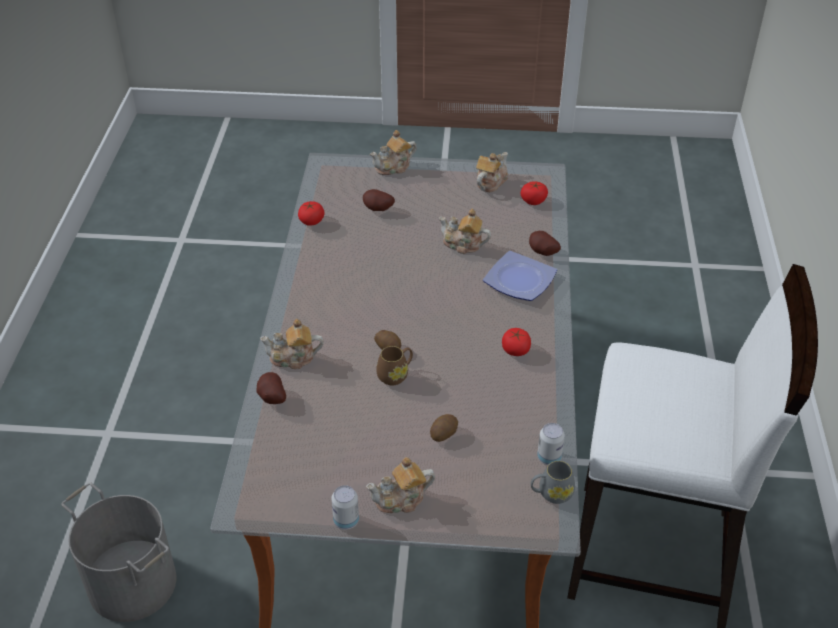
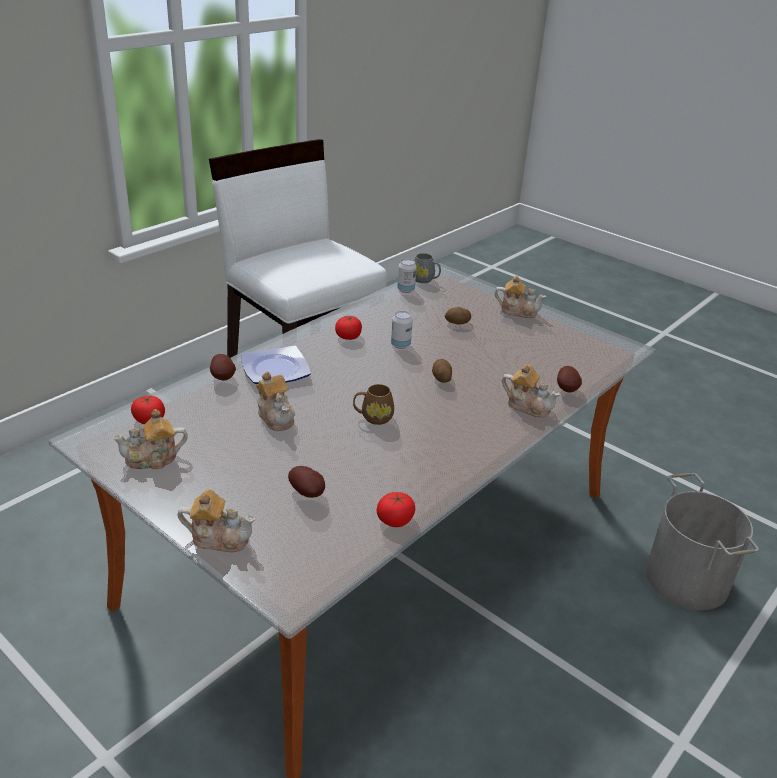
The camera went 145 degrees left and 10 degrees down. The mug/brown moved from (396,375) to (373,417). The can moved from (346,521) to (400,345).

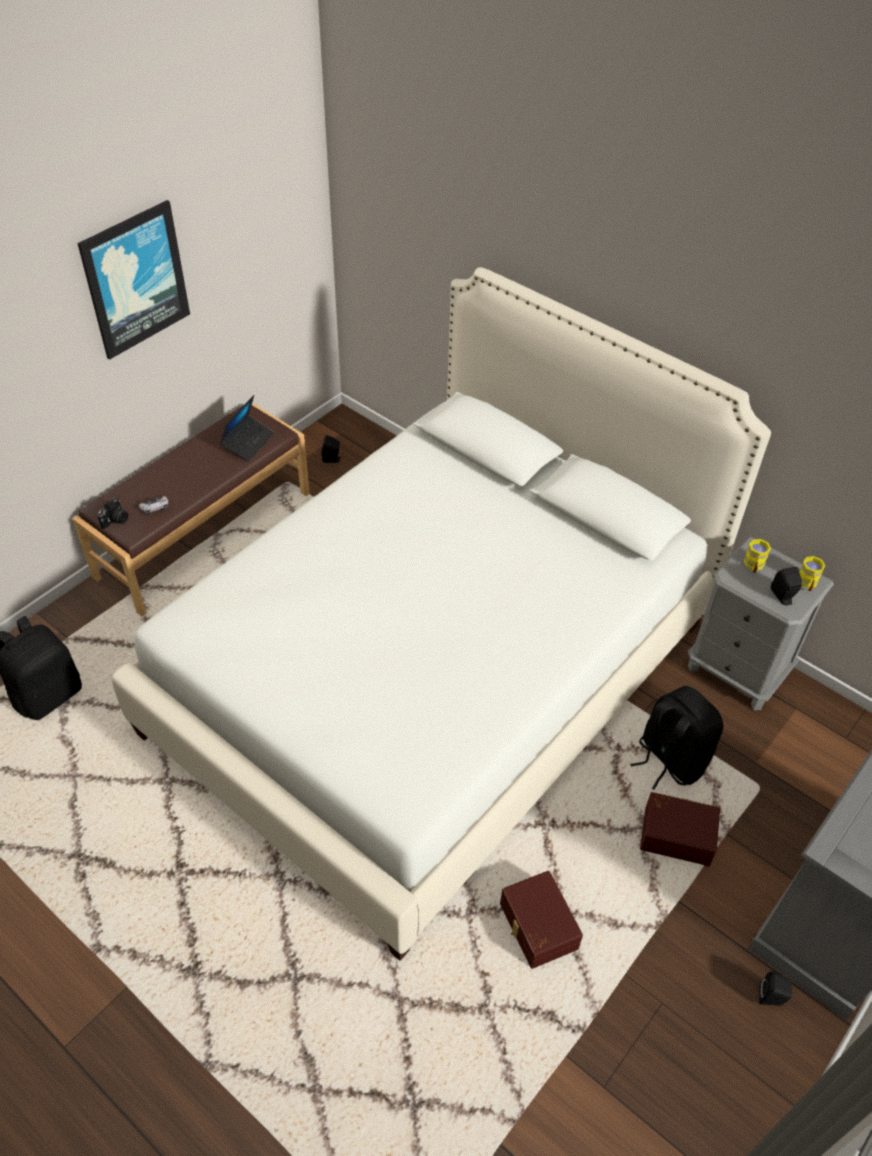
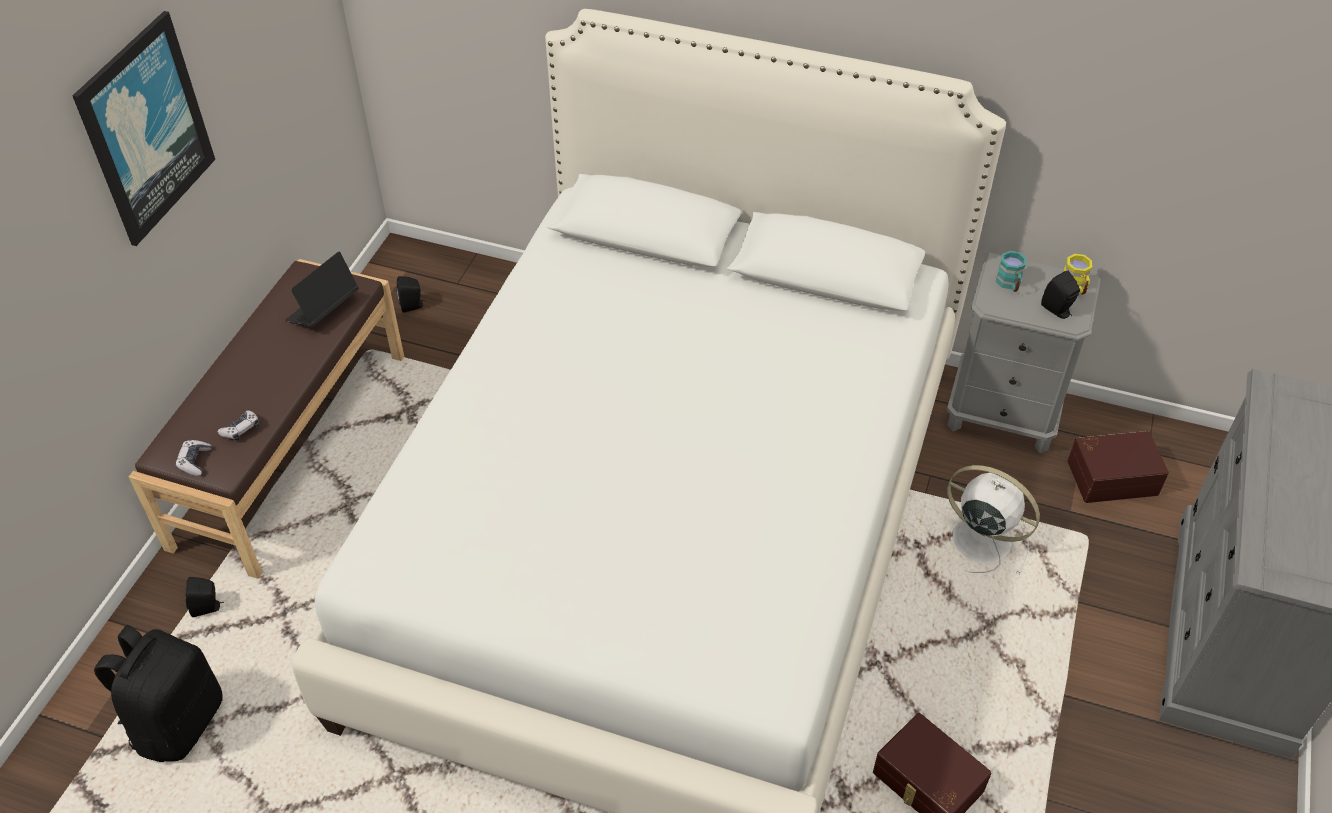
The camera went 20 degrees left and 0 degrees up. The laptop at (248,442) turned 150 degrees counterclockwise. The photo camera at (116,520) was replaced by the game controller at (195,461). The mug/yellow at (753,566) became the mug/turquoise at (1009,284). The backpack/black at (669,759) was replaced by the fan/white at (978,539). The storage box/brown moved from (676,834) to (1111,476). The speaker/black moved from (772,998) to (208,608).

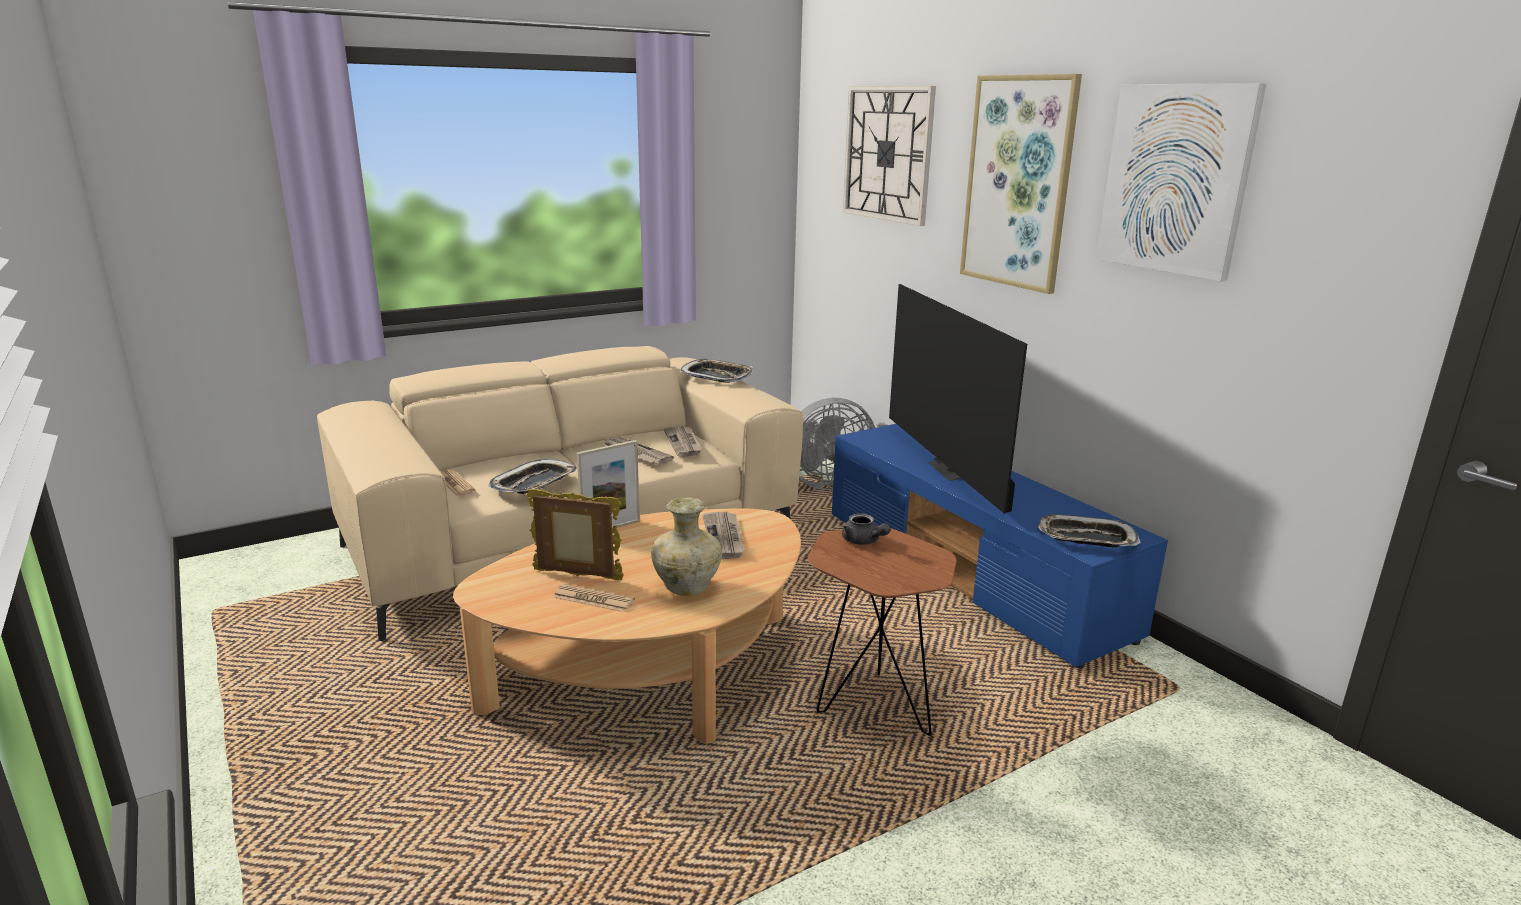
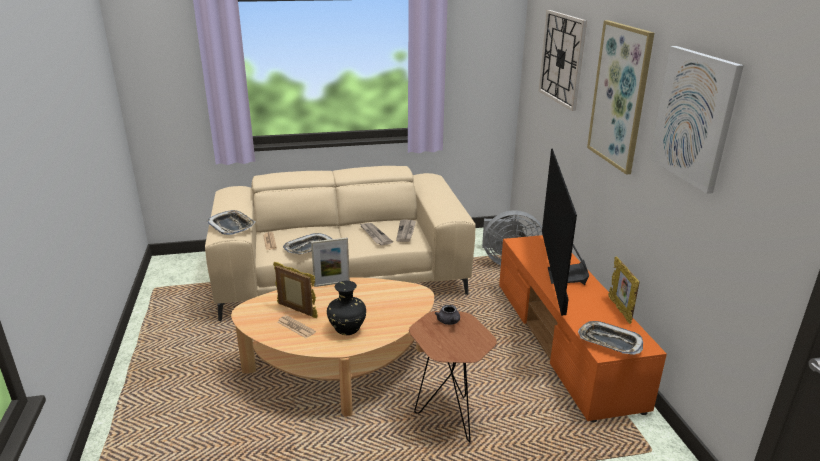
The camera went 20 degrees right and 5 degrees up. The tray moved from (717,376) to (232,226). The tv stand/blue at (972,574) became the tv stand/orange at (565,343). The vase/beige at (687,587) became the vase/black at (347,329). The newspaper at (724,537) disappeared. The picture frame at (620,310) appeared.

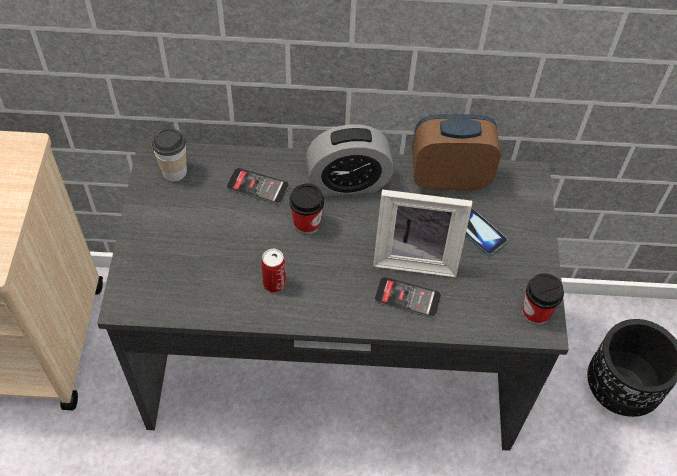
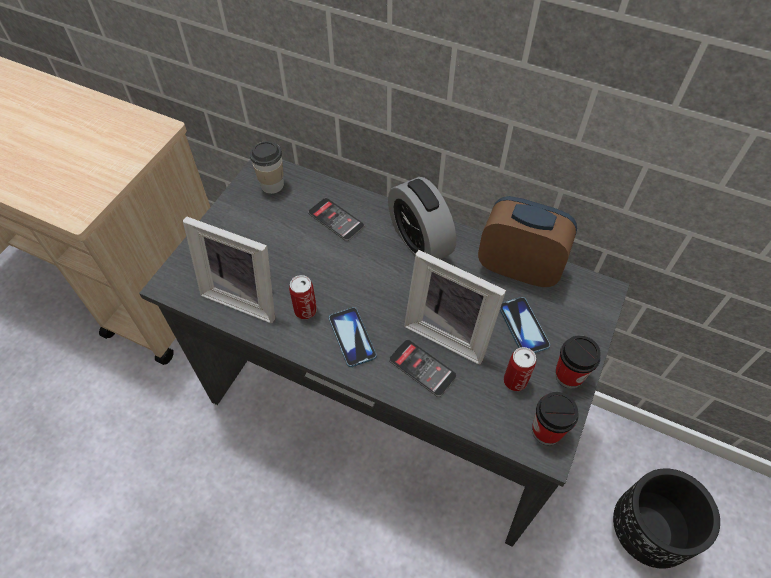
The camera went 25 degrees right and 0 degrees up. The alarm clock at (348,182) turned 45 degrees clockwise. The cup moved from (307,224) to (569,375). The picture frame at (245,295) appeared. The phone at (352,337) appeared. The can at (515,381) appeared.

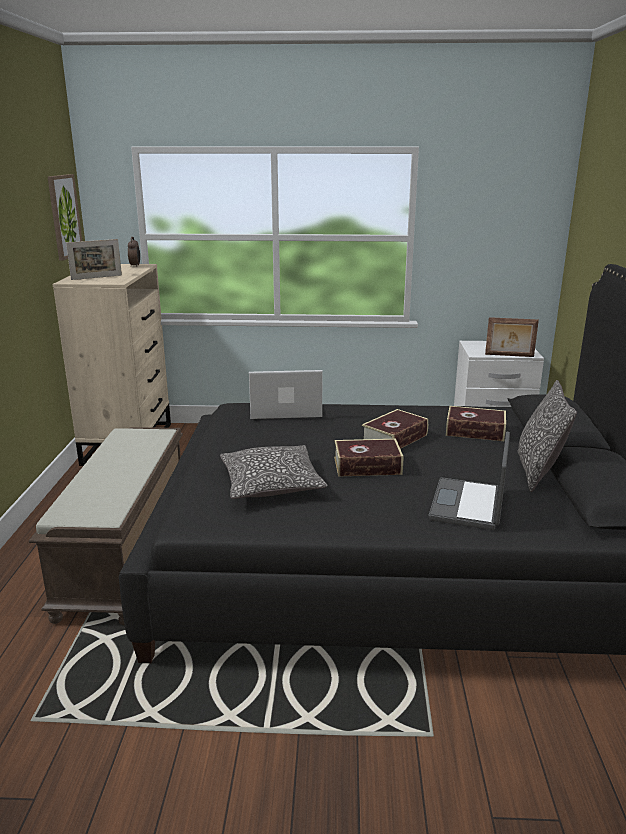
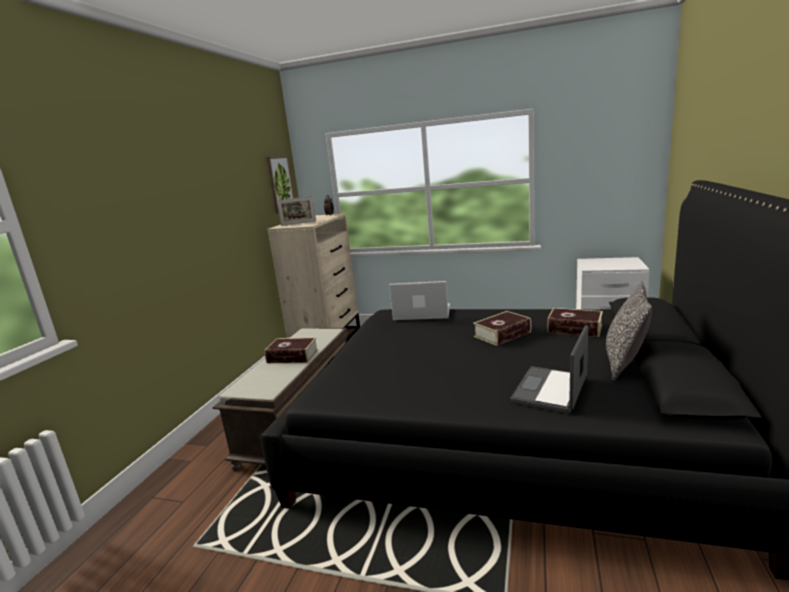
The camera went 15 degrees right and 5 degrees down. The picture frame at (509,355) disappeared. The book moved from (367,466) to (292,356). The pillow at (271,484) disappeared.

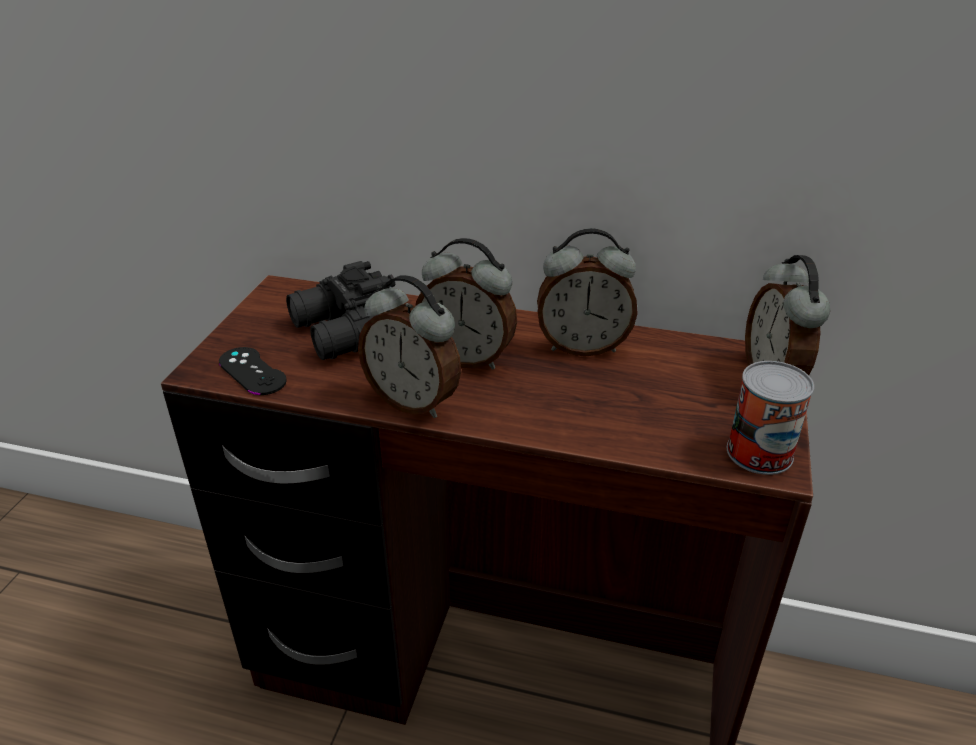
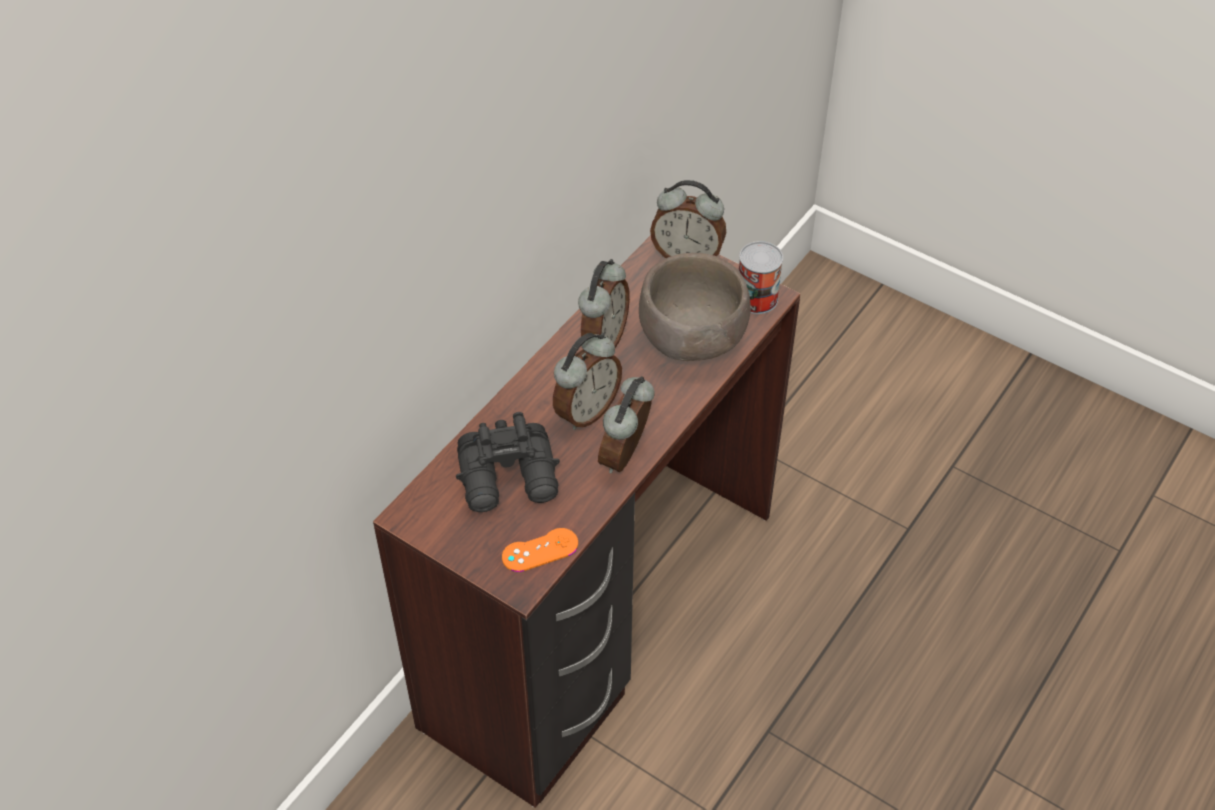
The camera went 70 degrees left and 15 degrees up. The alarm clock at (414,401) turned 150 degrees clockwise. The game controller/black at (252,371) became the game controller/orange at (540,550). The bowl/brown at (691,341) appeared.

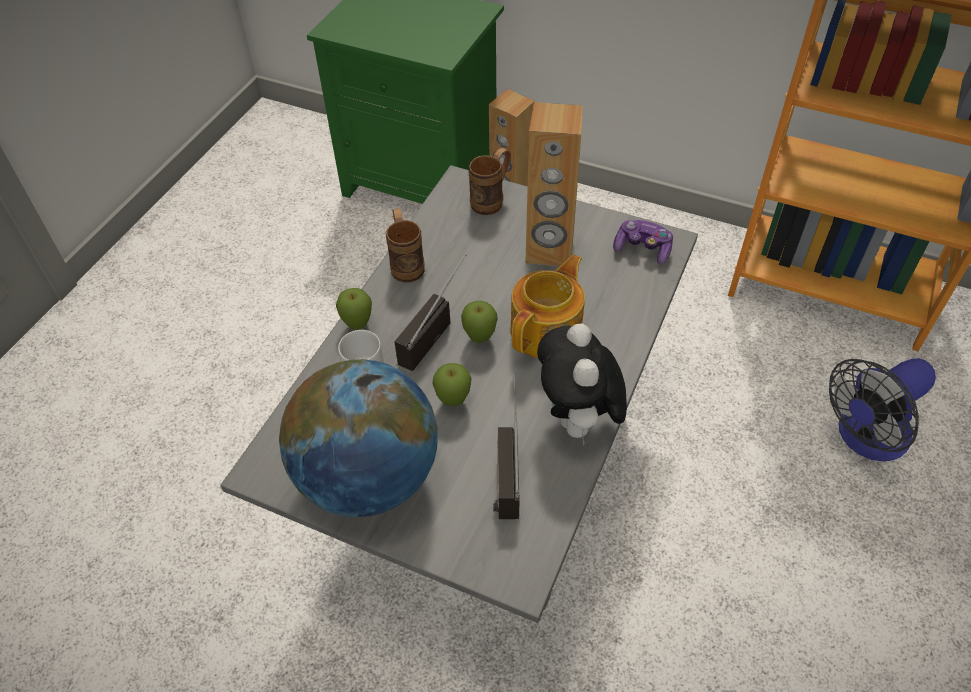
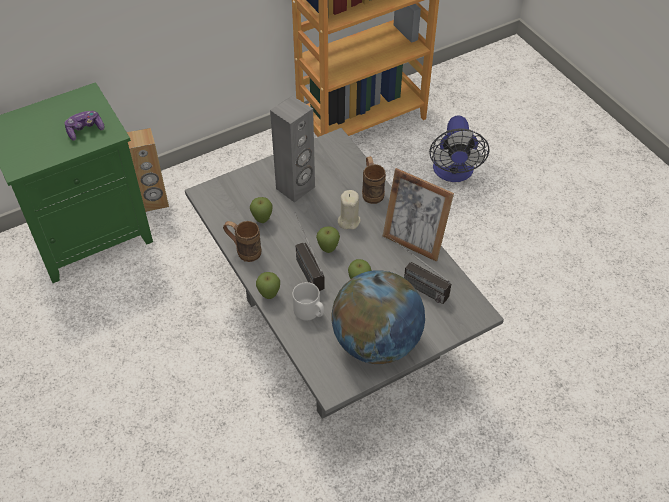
The camera went 55 degrees left and 0 degrees up. The speaker/brown at (549,251) became the speaker/grey at (296,188). The mug/brown moved from (492,200) to (371,191). The game controller moved from (642,249) to (85,130). The teapot at (547,331) was replaced by the candle/beige at (348,221). The plush toy at (578,421) was replaced by the picture frame at (413,242). The apple at (262,220) appeared.

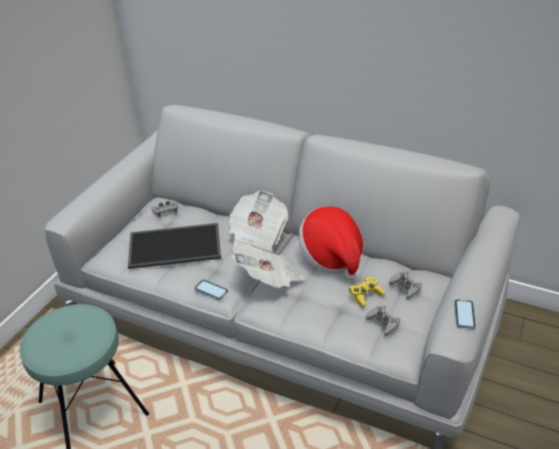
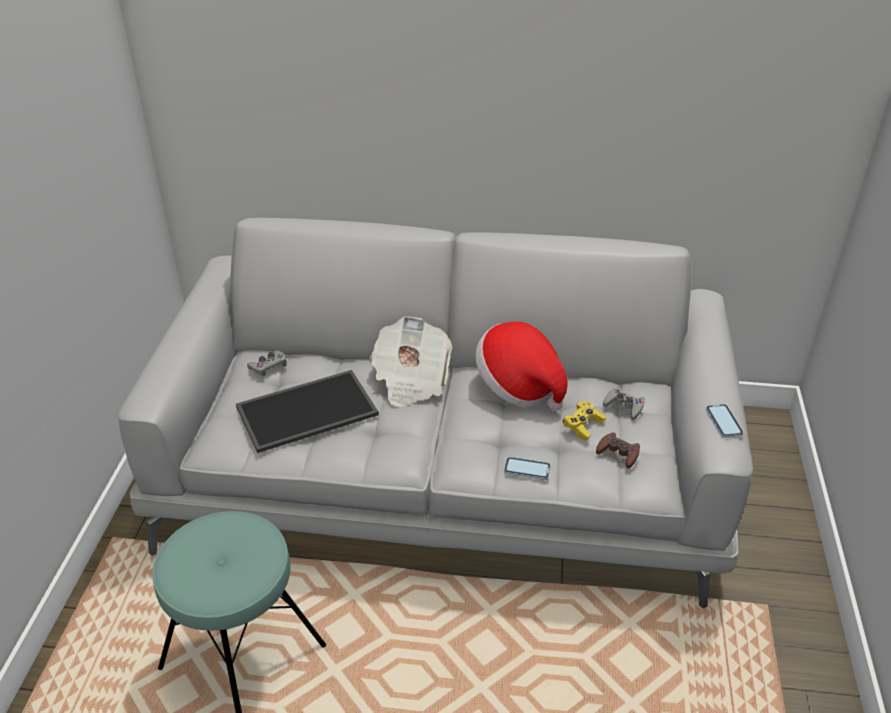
The camera went 20 degrees left and 0 degrees up. The newspaper at (269,279) disappeared. The phone moved from (211,290) to (527,469). The game controller/grey at (383,322) became the game controller/brown at (618,453).

